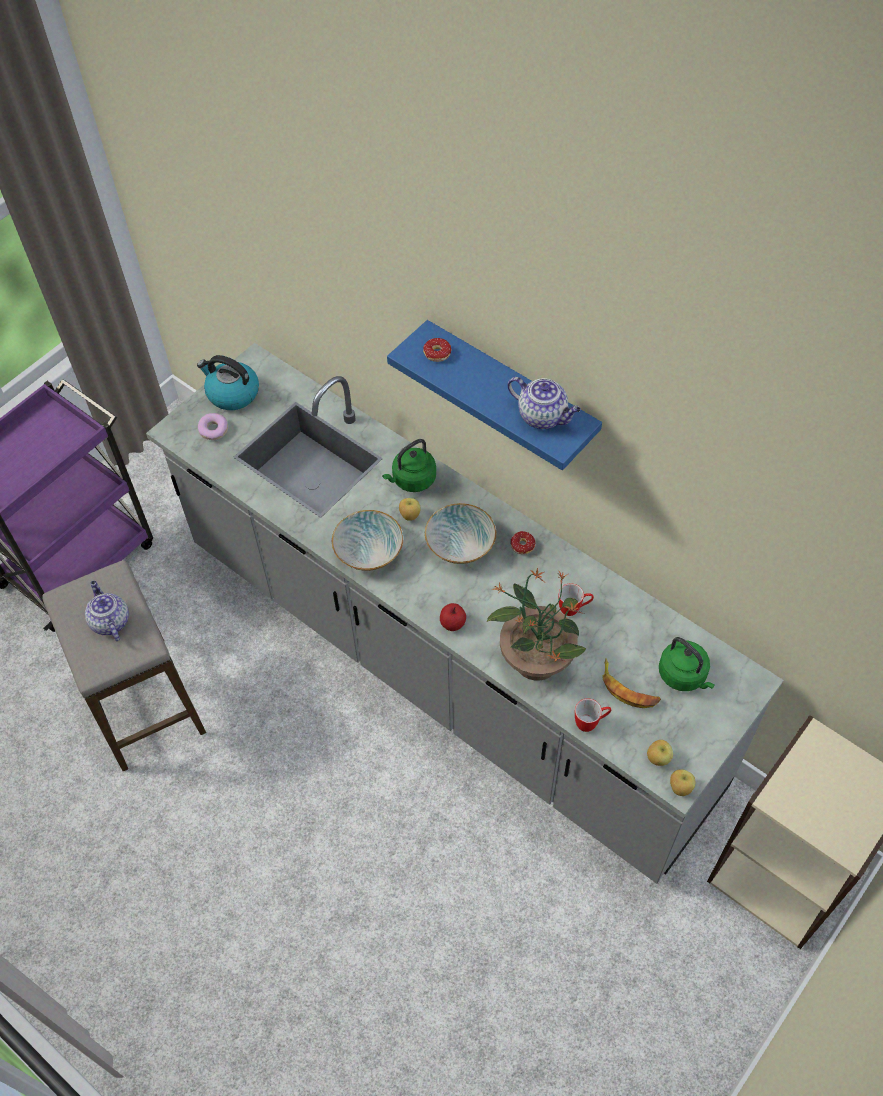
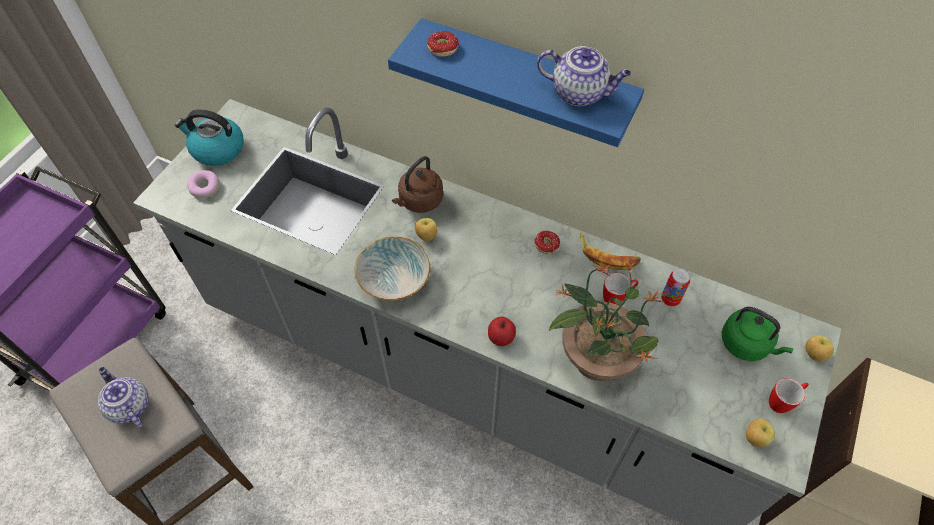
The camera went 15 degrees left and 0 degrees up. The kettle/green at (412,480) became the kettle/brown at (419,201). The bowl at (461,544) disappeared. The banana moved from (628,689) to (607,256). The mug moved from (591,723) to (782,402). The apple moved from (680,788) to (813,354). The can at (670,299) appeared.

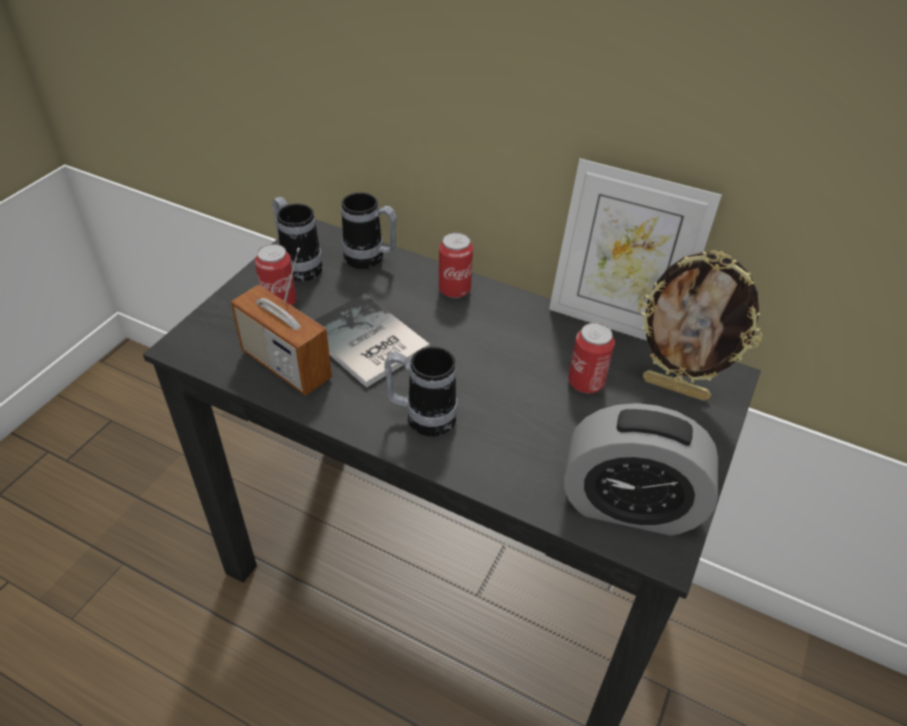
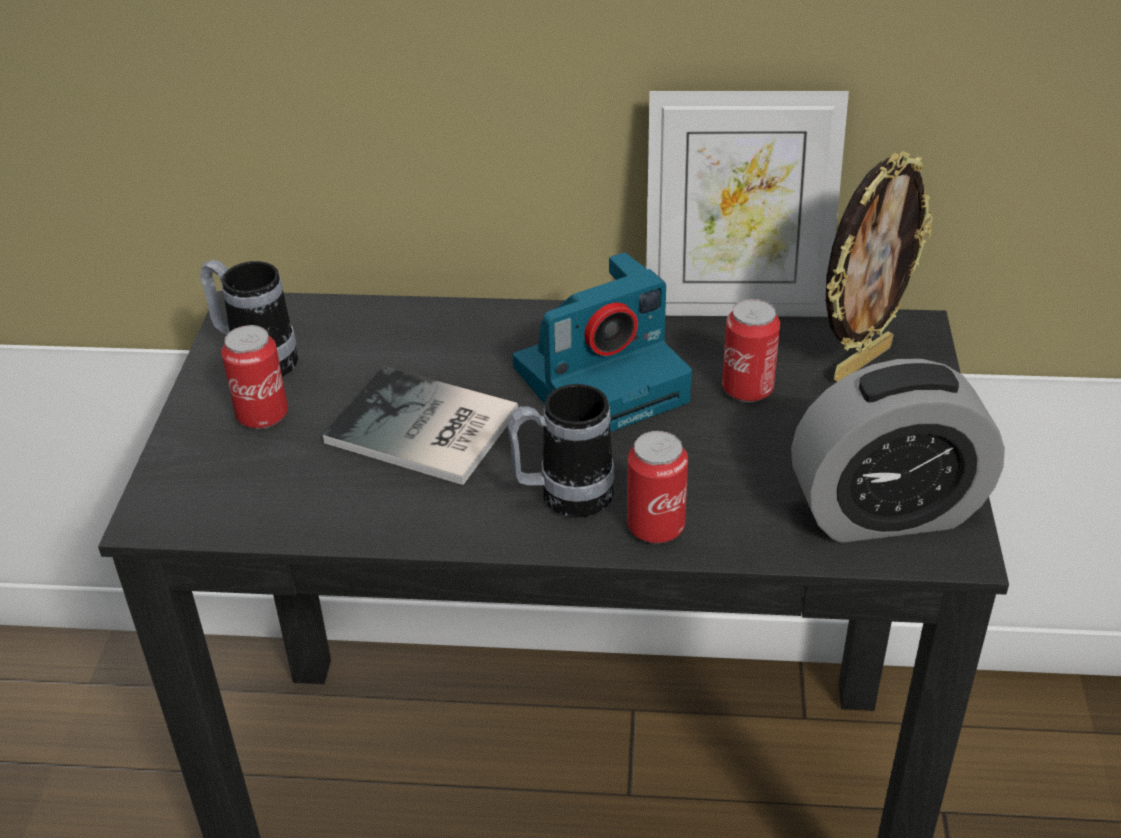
The camera went 20 degrees left and 5 degrees down. The mug at (370,260) disappeared. The can moved from (454,289) to (655,527). The radio at (286,365) disappeared. The picture frame at (675,388) turned 45 degrees counterclockwise. The photo camera at (602,381) appeared.

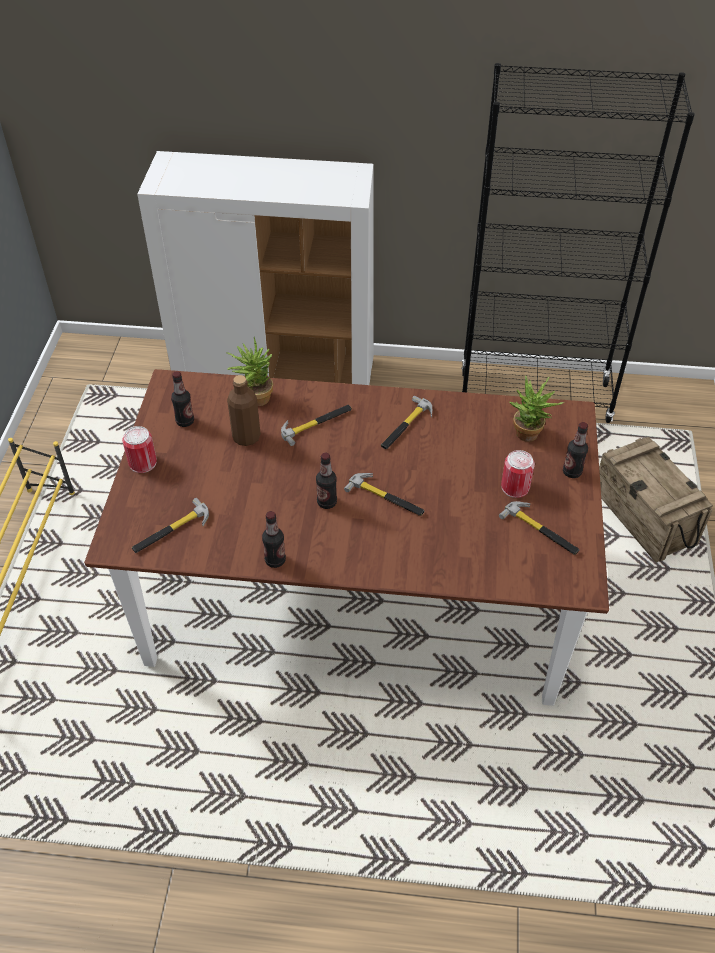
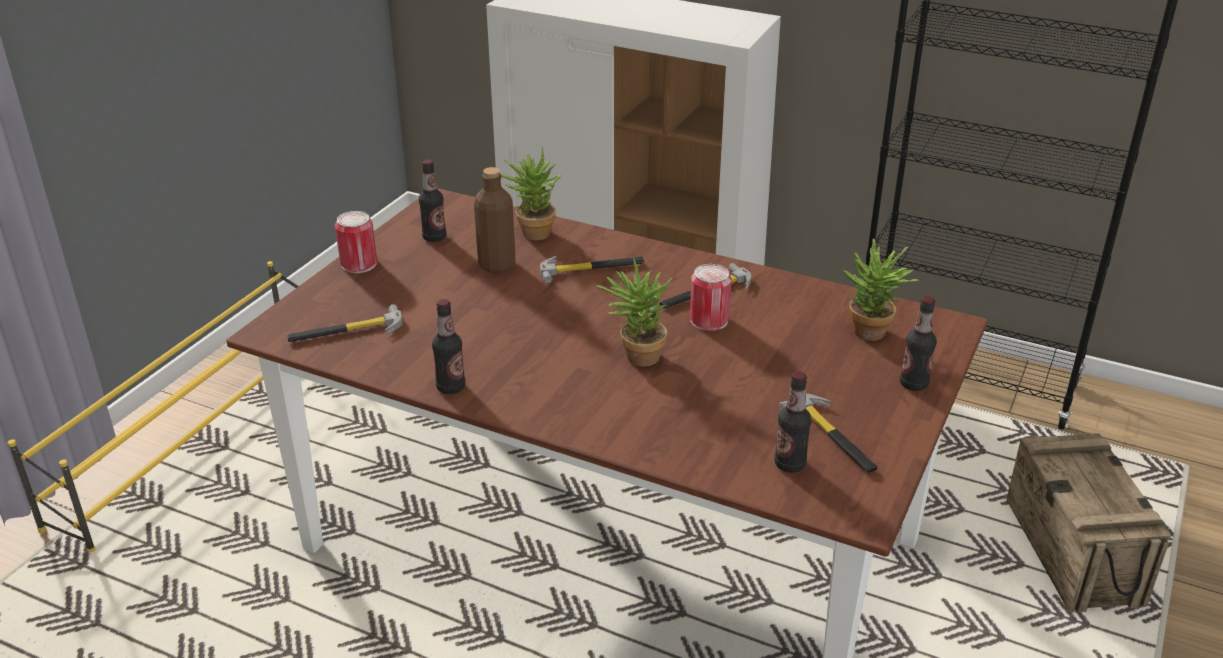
The camera went 20 degrees right and 15 degrees down. The can moved from (515,487) to (709,320). The bottle moved from (327,502) to (789,464). The hammer at (386,497) was replaced by the potted plant at (635,356).

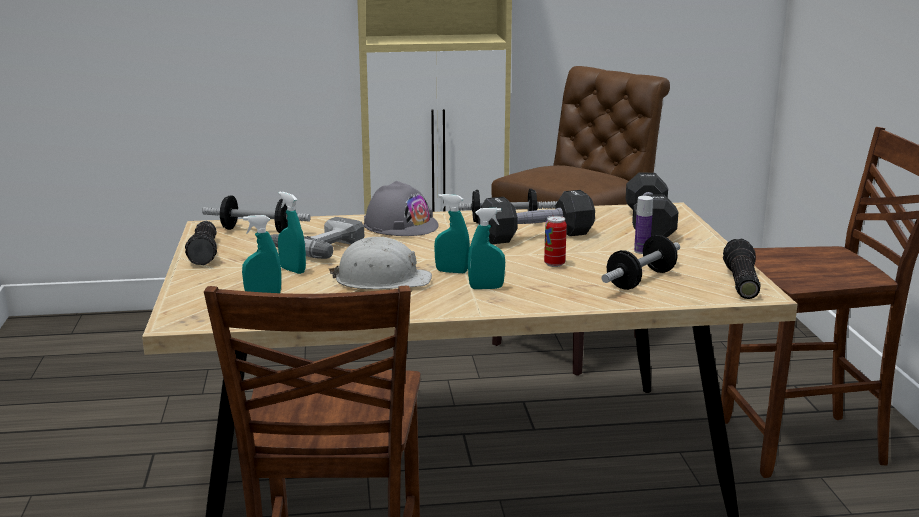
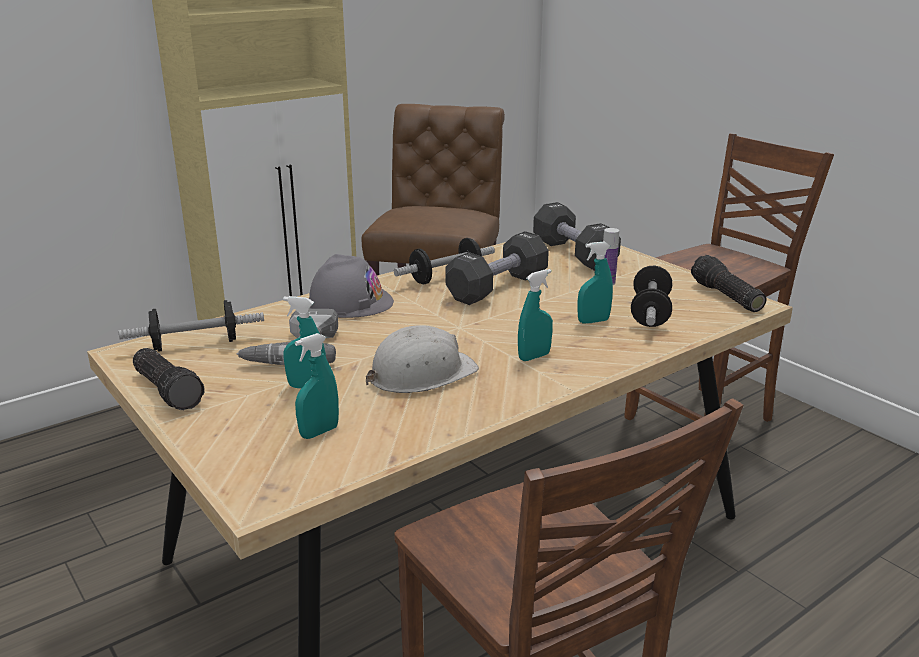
The camera went 30 degrees left and 5 degrees up. The spray bottle/turquoise moved from (452,271) to (593,321). The can at (554,264) disappeared.

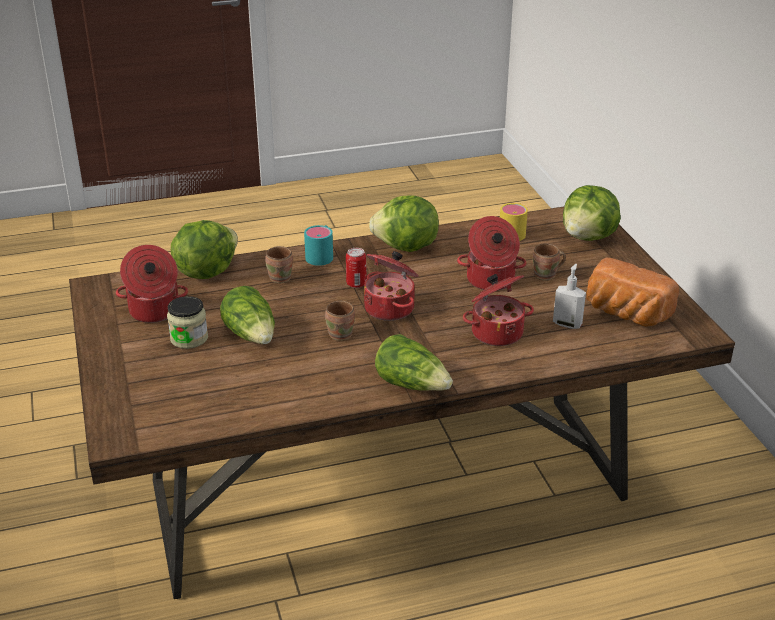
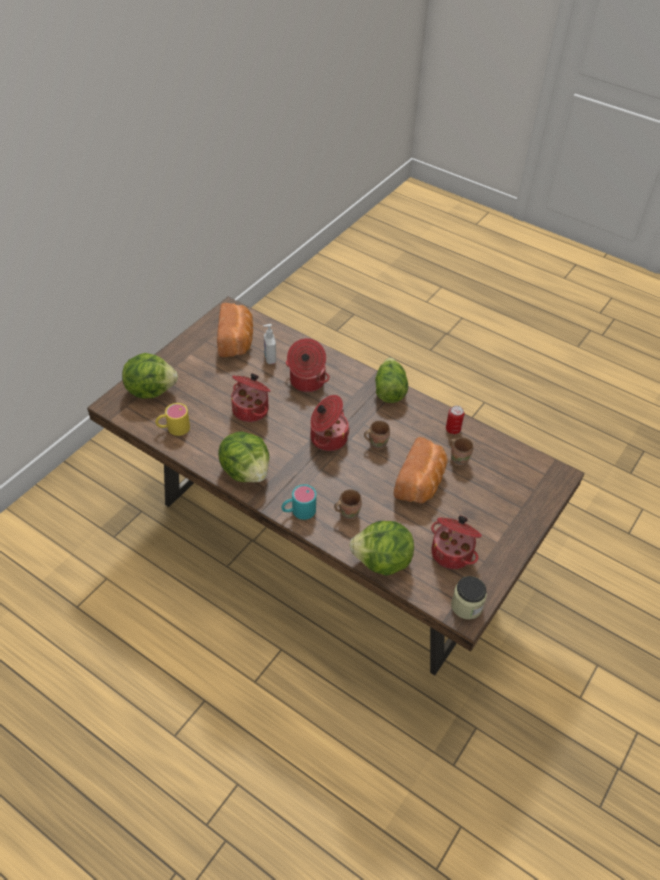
The camera went 130 degrees left and 15 degrees up. The mug/brown moved from (546,276) to (459,459). The can moved from (356,283) to (453,429). The lettuce at (252,335) was replaced by the bread at (421,483). The jar moved from (189,338) to (466,606).

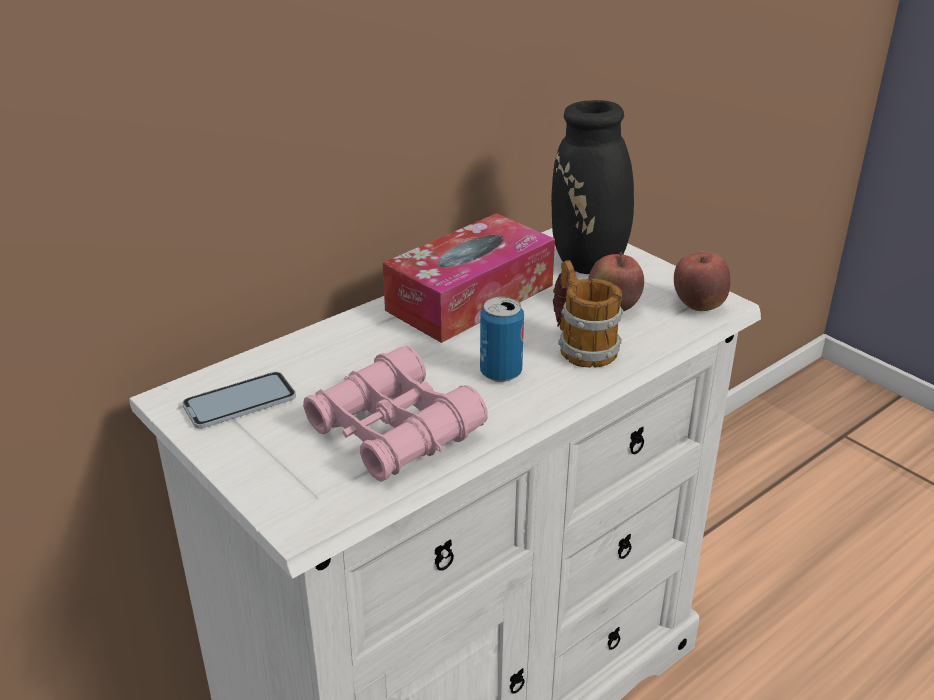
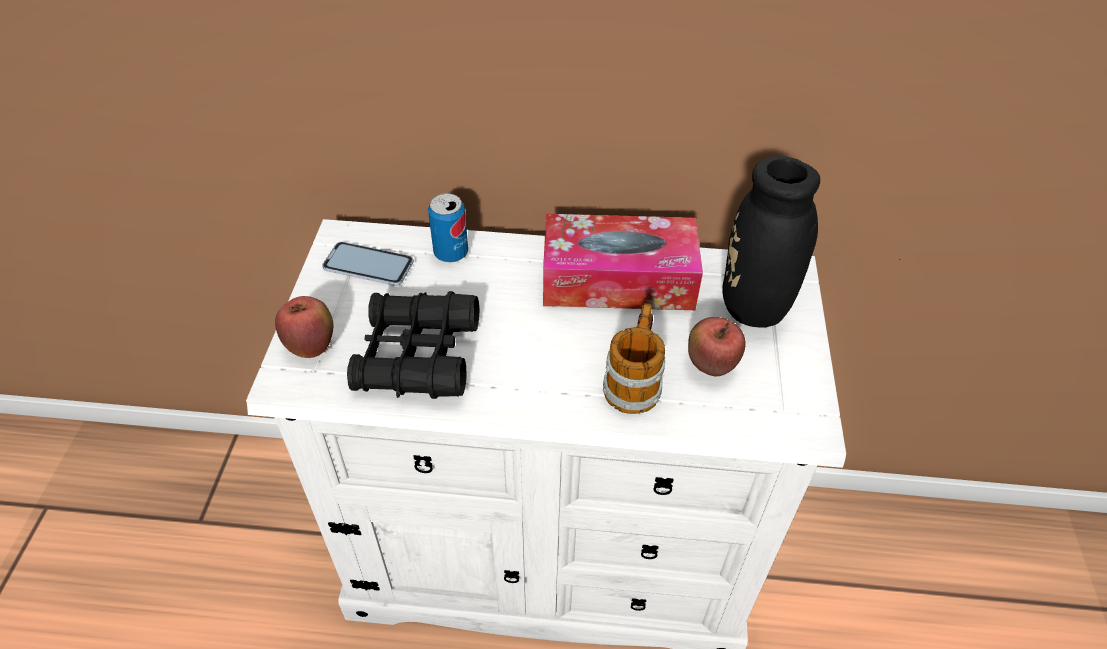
The camera went 45 degrees right and 15 degrees up. The apple moved from (698,306) to (311,346). The can moved from (500,372) to (451,253). The binoculars/pink at (394,430) became the binoculars/black at (417,355).

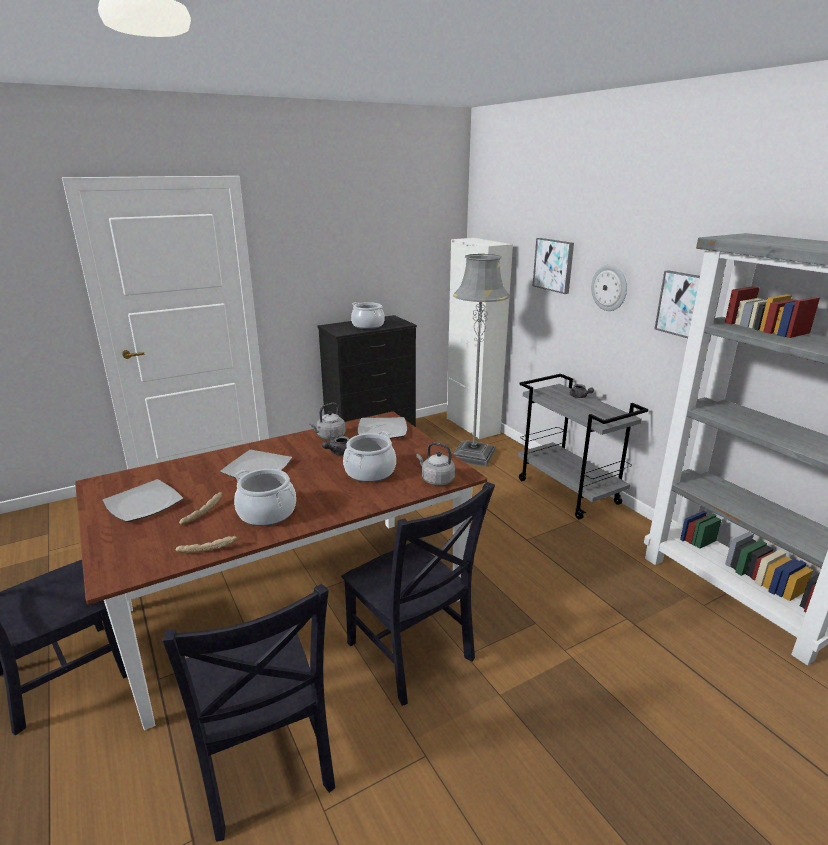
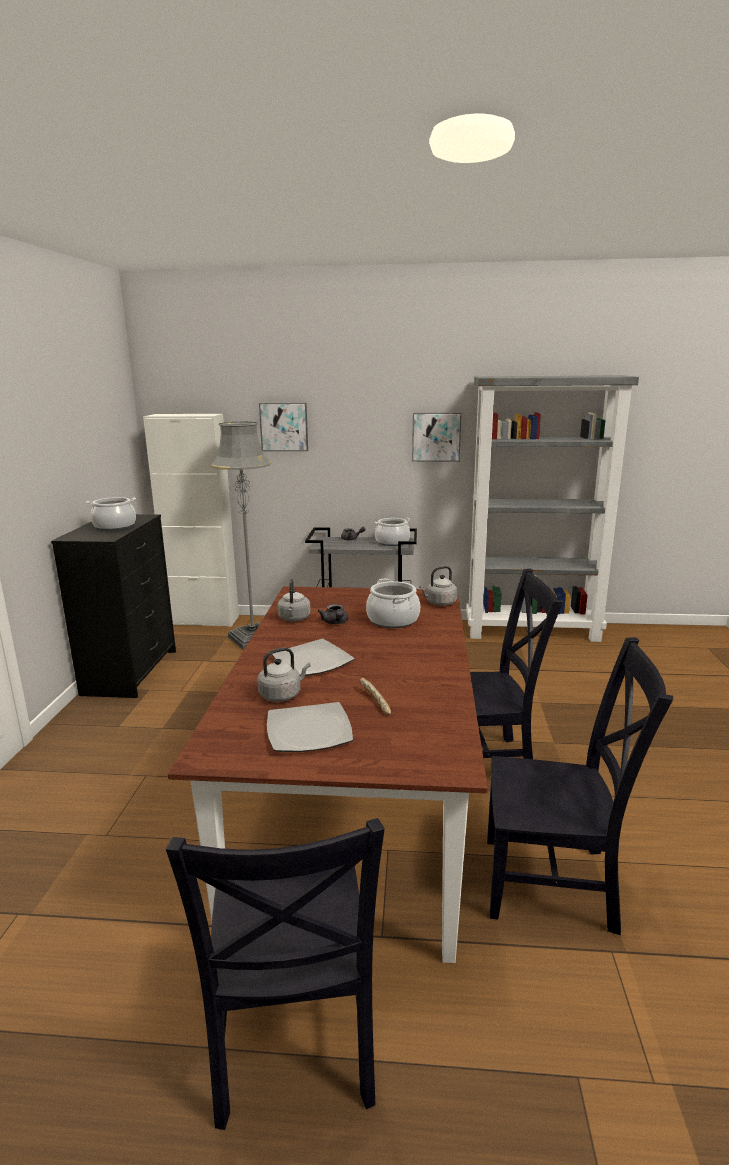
The camera went 55 degrees left and 5 degrees down. The wall clock at (609,288) disappeared. The plate at (383,430) disappeared. The cooking pot moved from (267,513) to (392,542). The bread at (207,549) disappeared. The kettle/grey at (282,695) appeared.

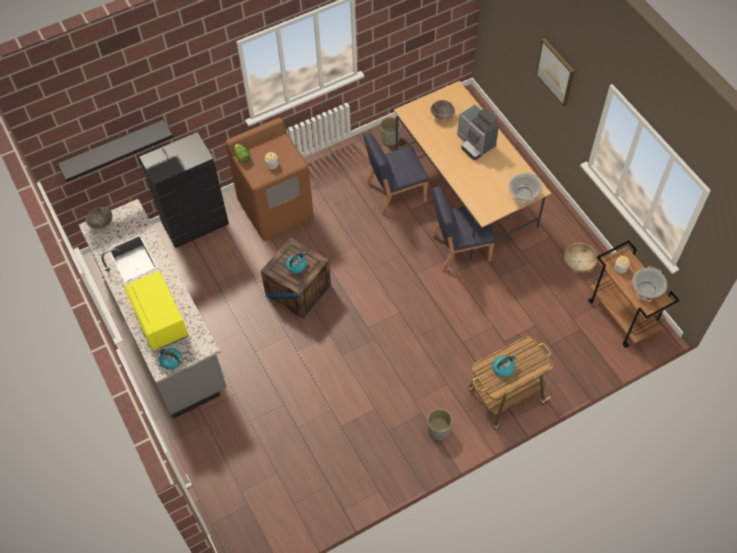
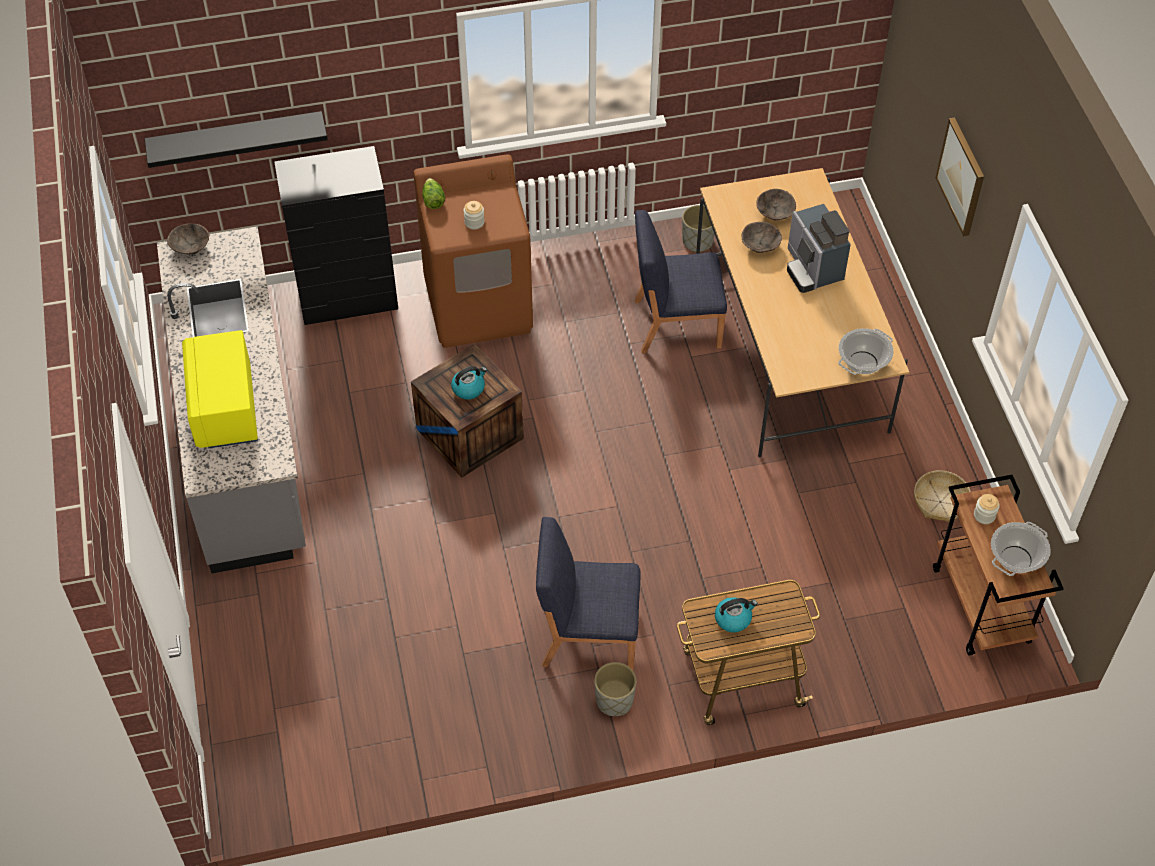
The camera went 15 degrees right and 5 degrees down. The chair/blue moved from (459,248) to (588,633). The kettle at (172,361) disappeared. The bowl/brown at (760,246) appeared.

